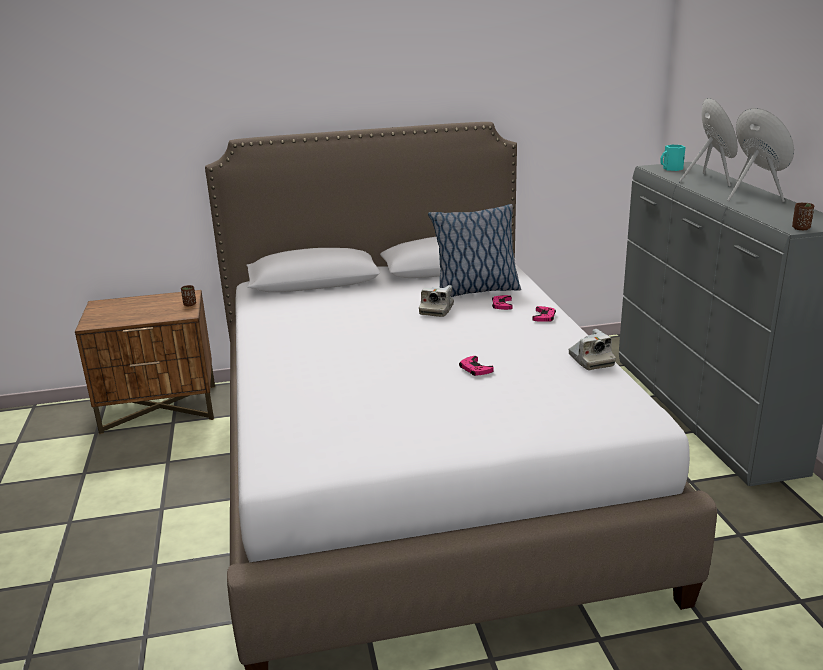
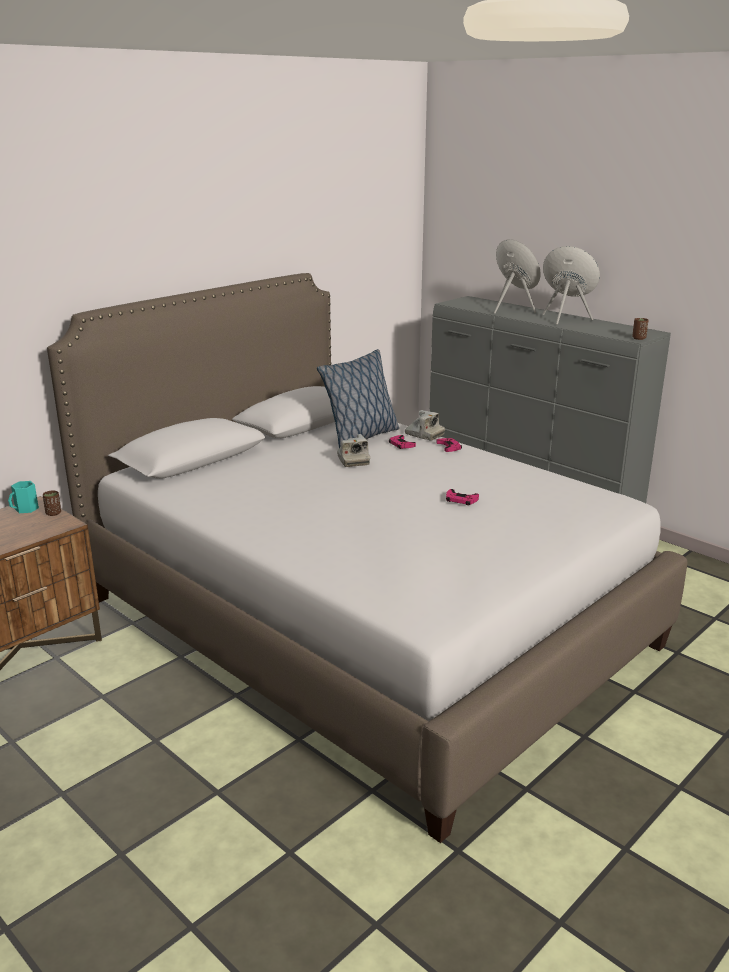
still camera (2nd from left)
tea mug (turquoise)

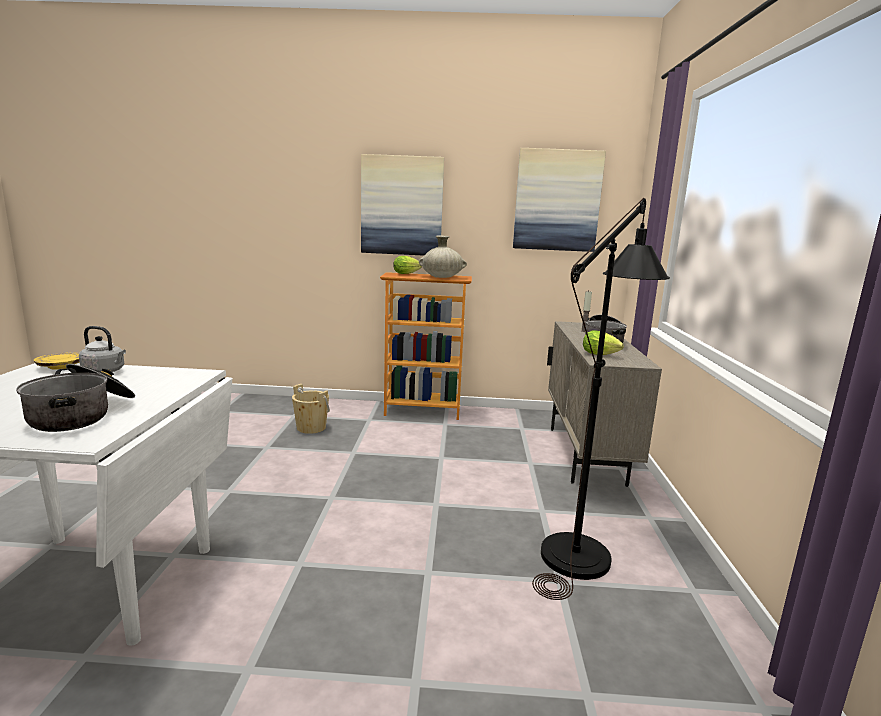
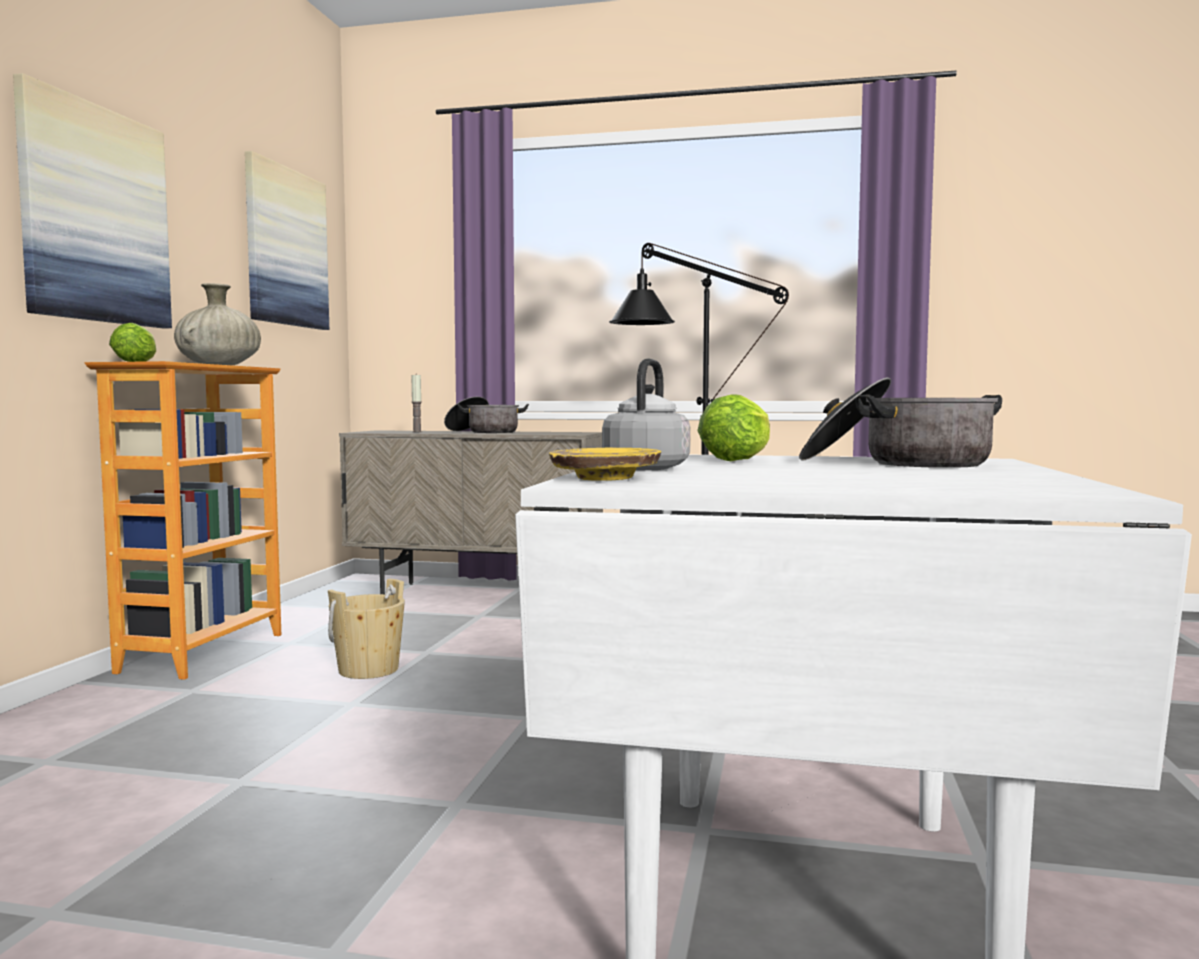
water bucket (beige)
head of lettuce (2nd from left)

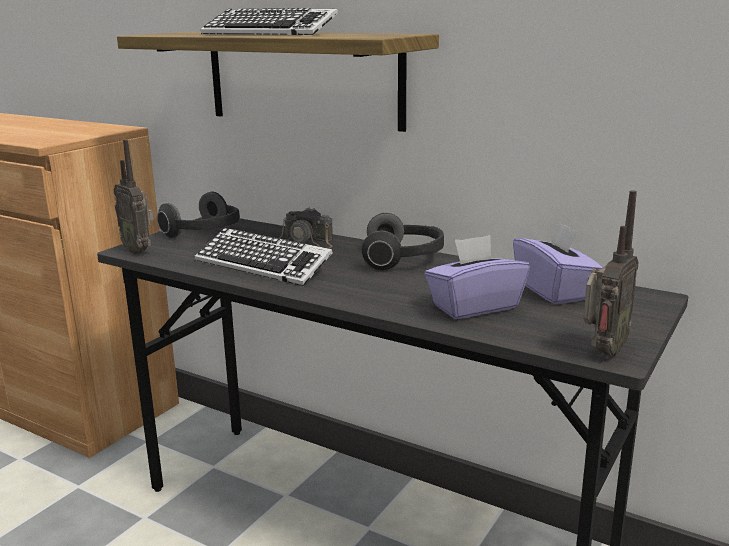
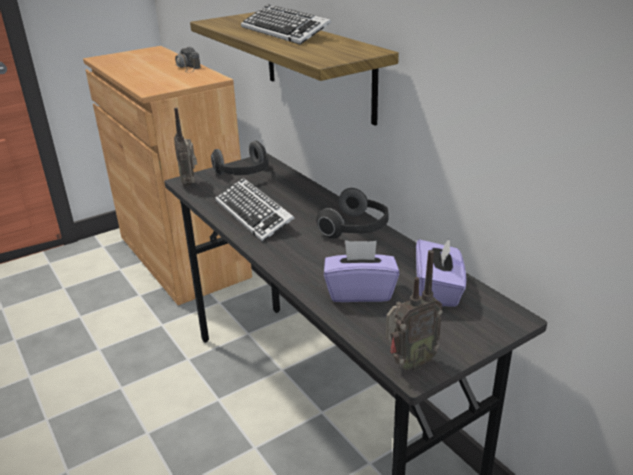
still camera

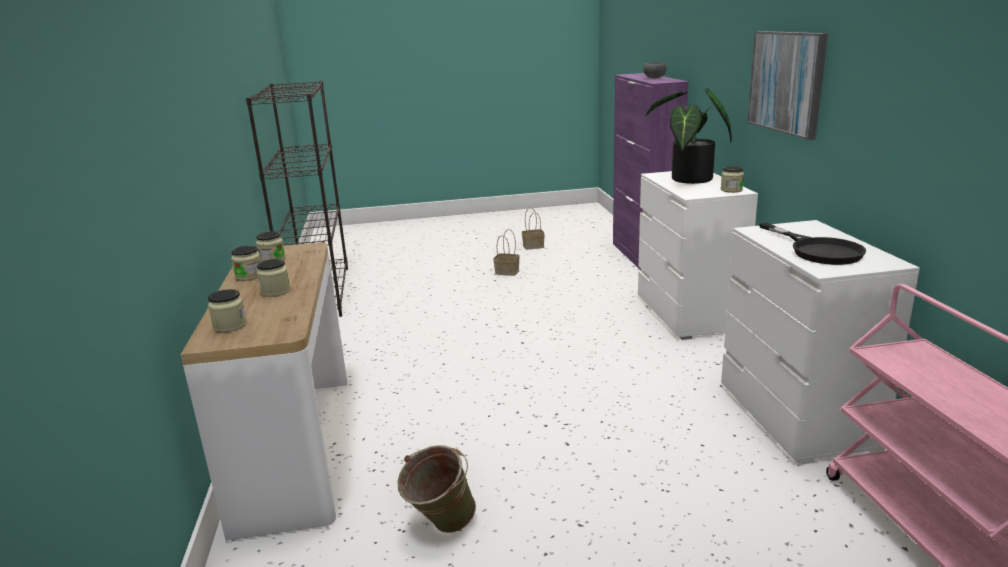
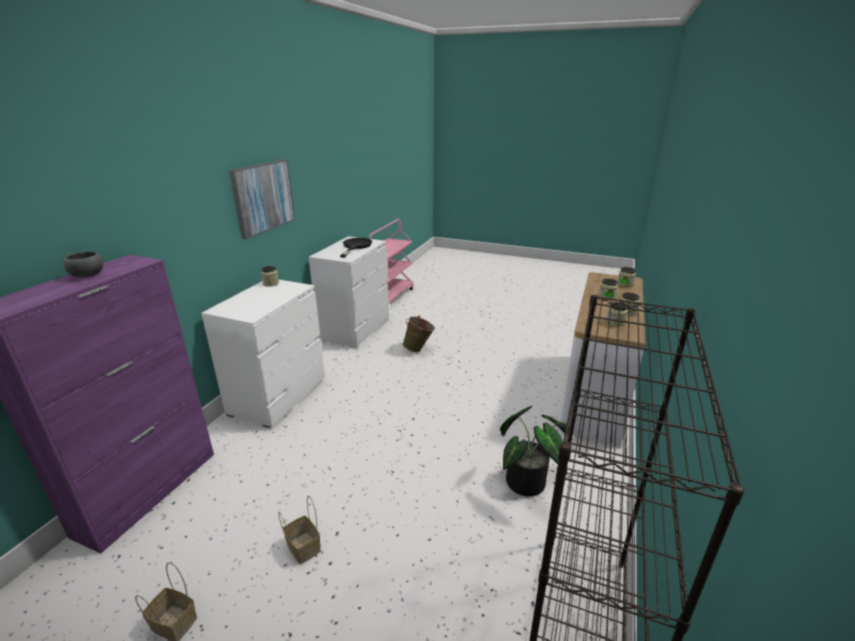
water bucket (greenish)
potted plant

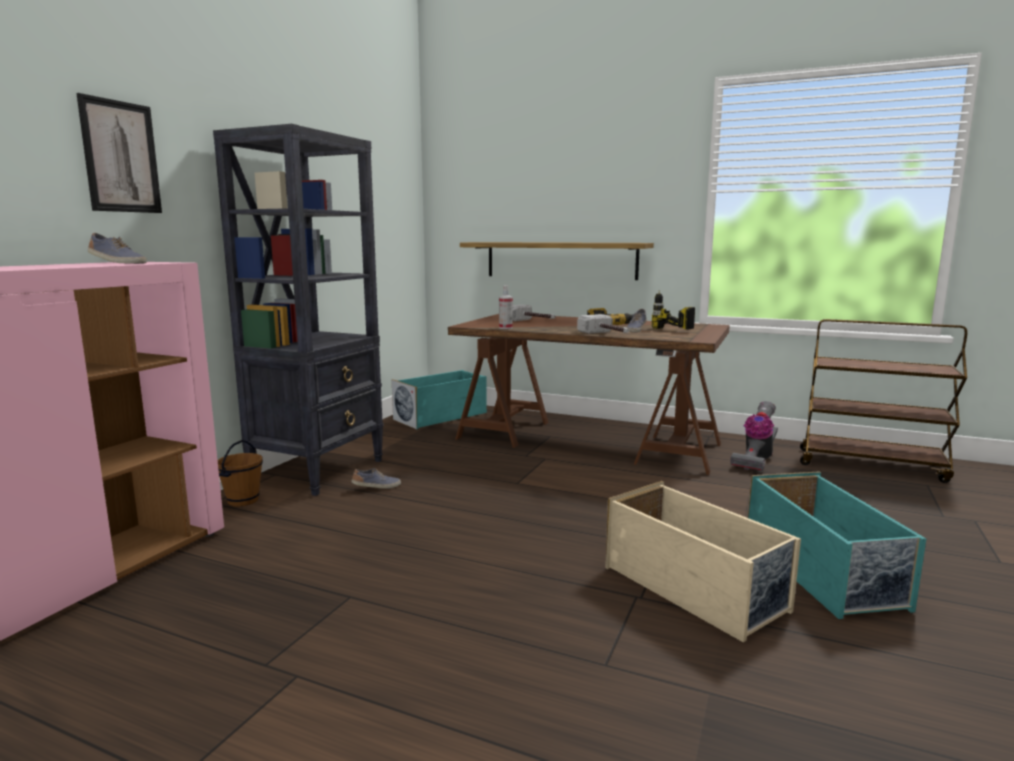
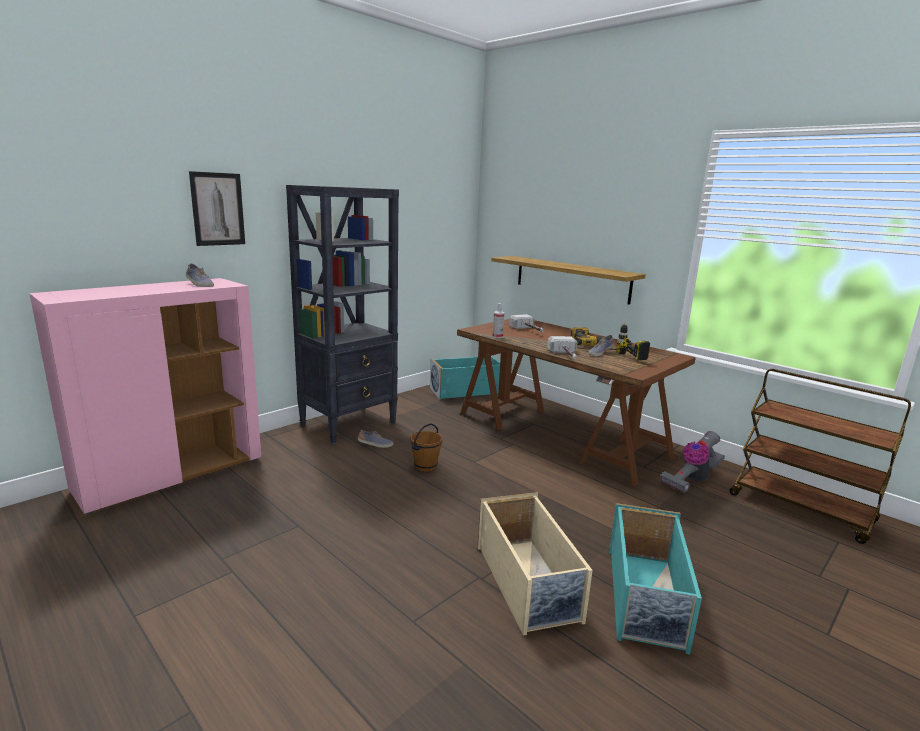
water bucket (brown-coloured)

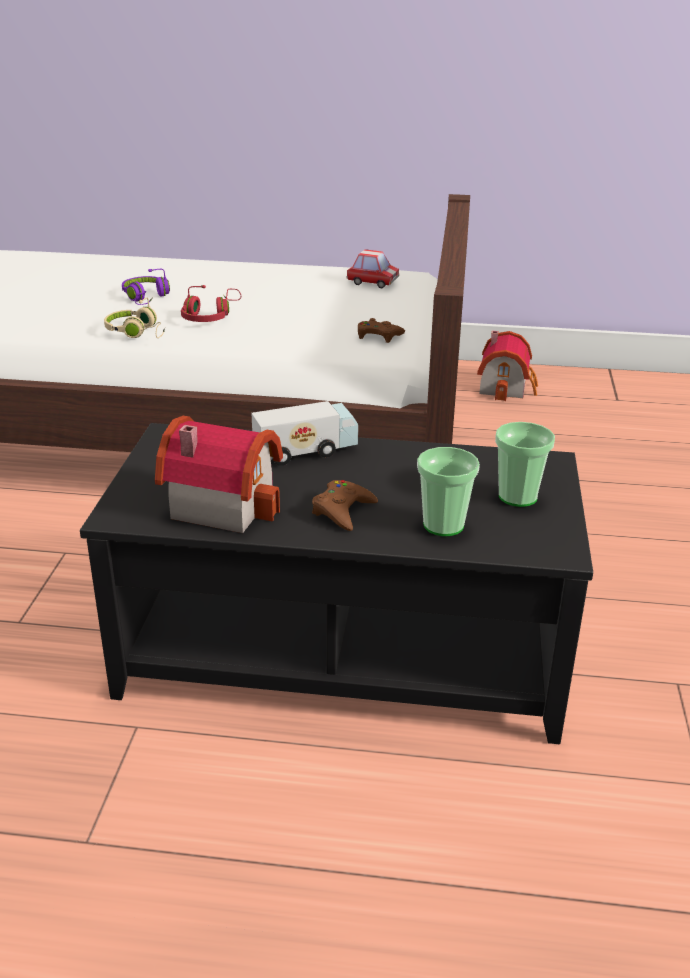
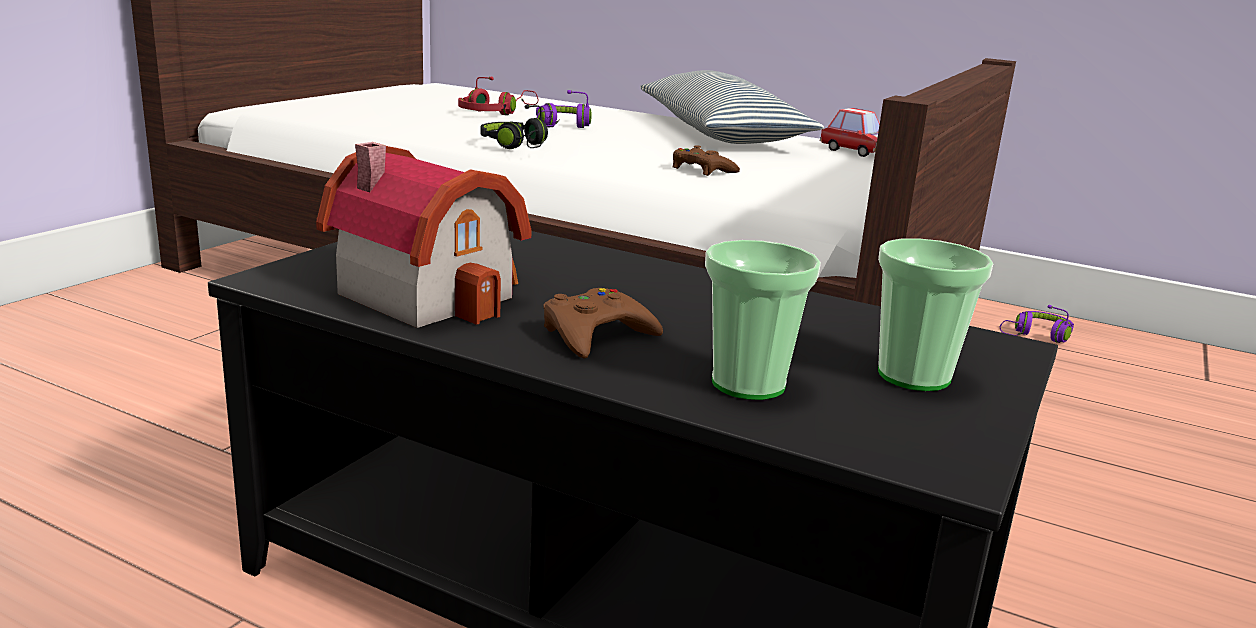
headset (blackish)
headset (red-coloured)
toy truck
joypad (brown-coloured) (2nd from left)
headset (purplish) (2nd from left)
pillow

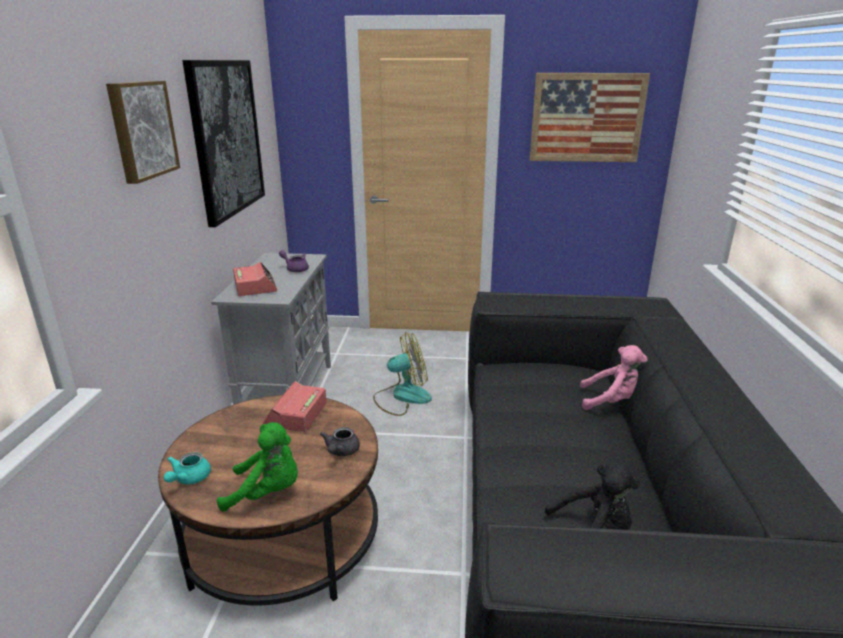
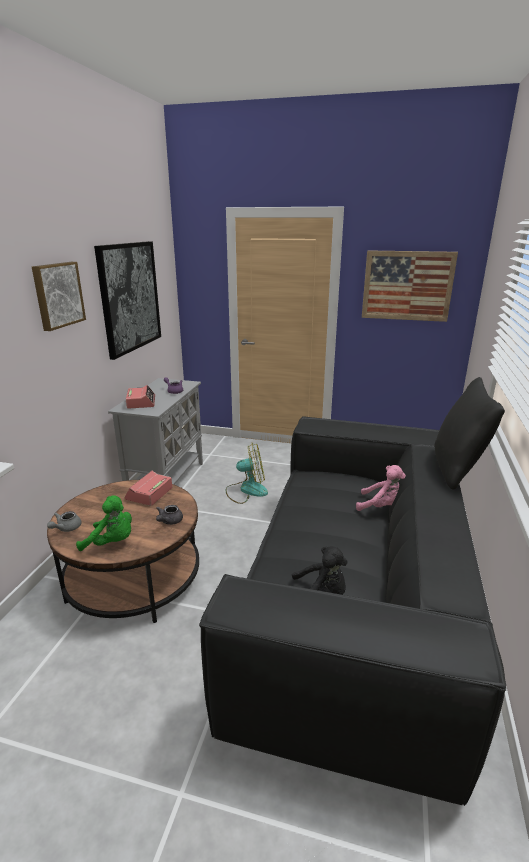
teapot (greyish) (1st from left)
pillow (blackish)

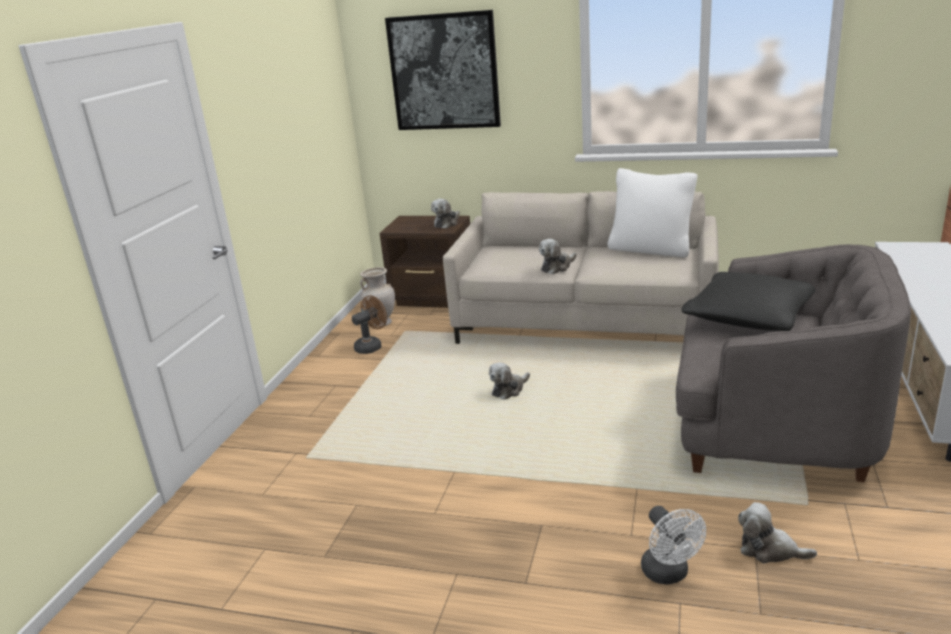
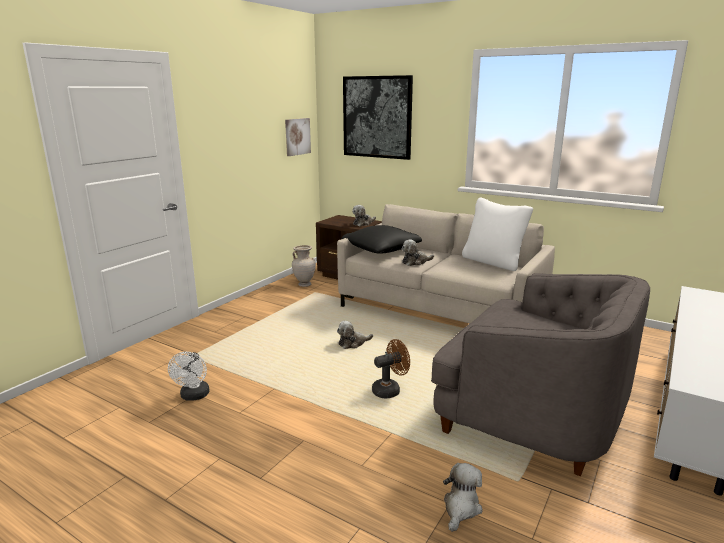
fan (brown-coloured)
fan (whitish)
pillow (blackish)
plush toy (4th from left)
wall art (1st from left)

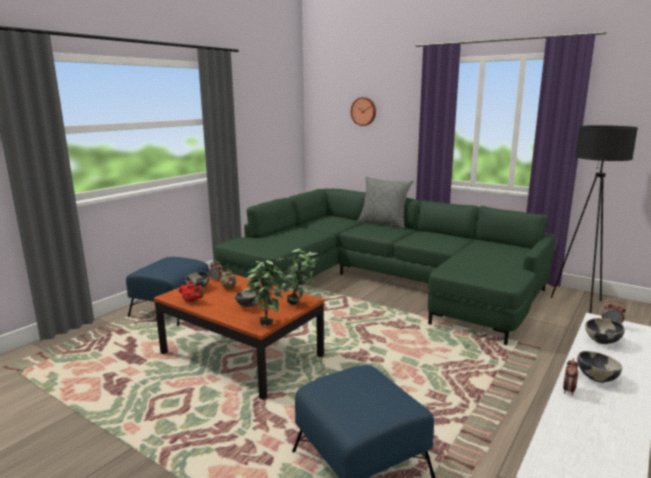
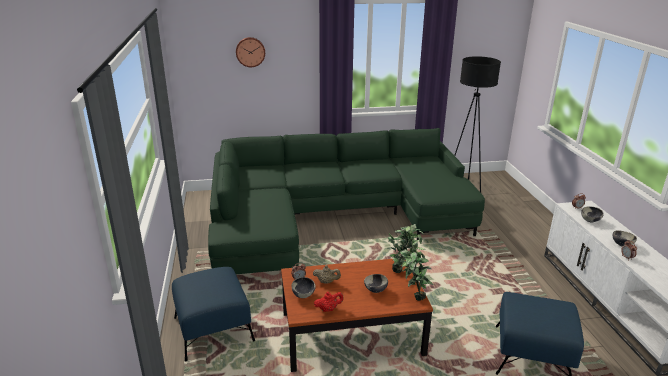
pillow (greyish)

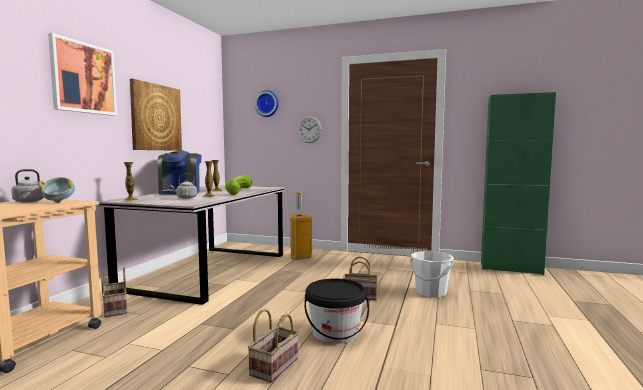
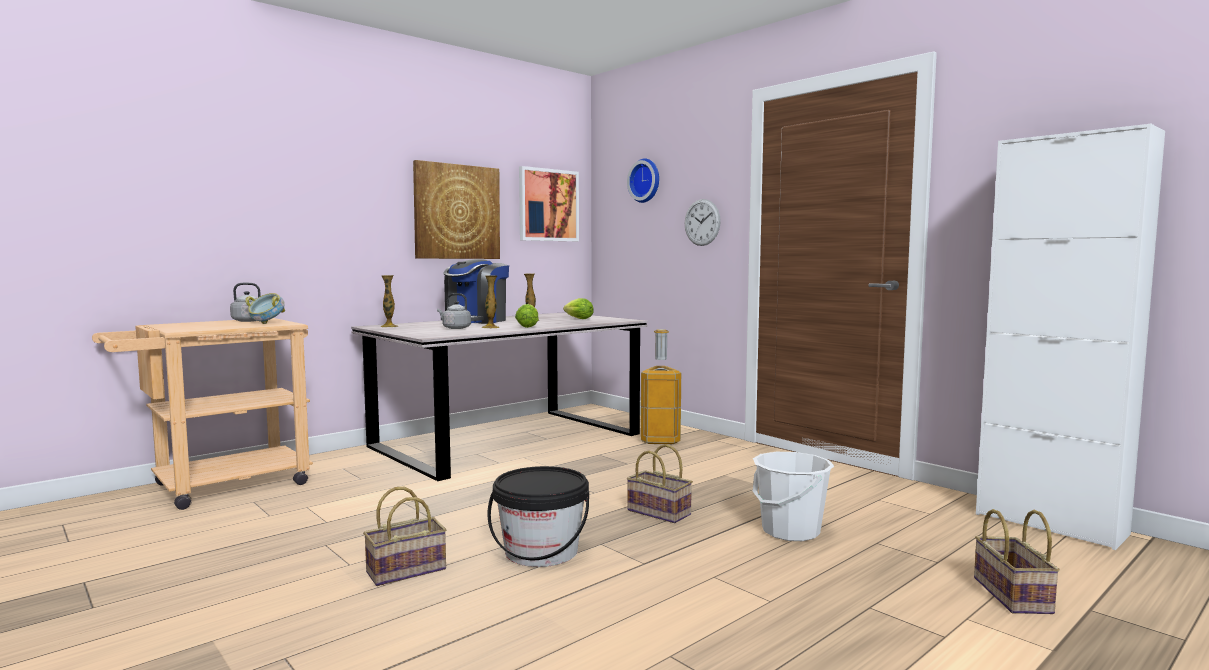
wall art (2nd from left)
household basket (3rd from left)
cupboard (whitish)

